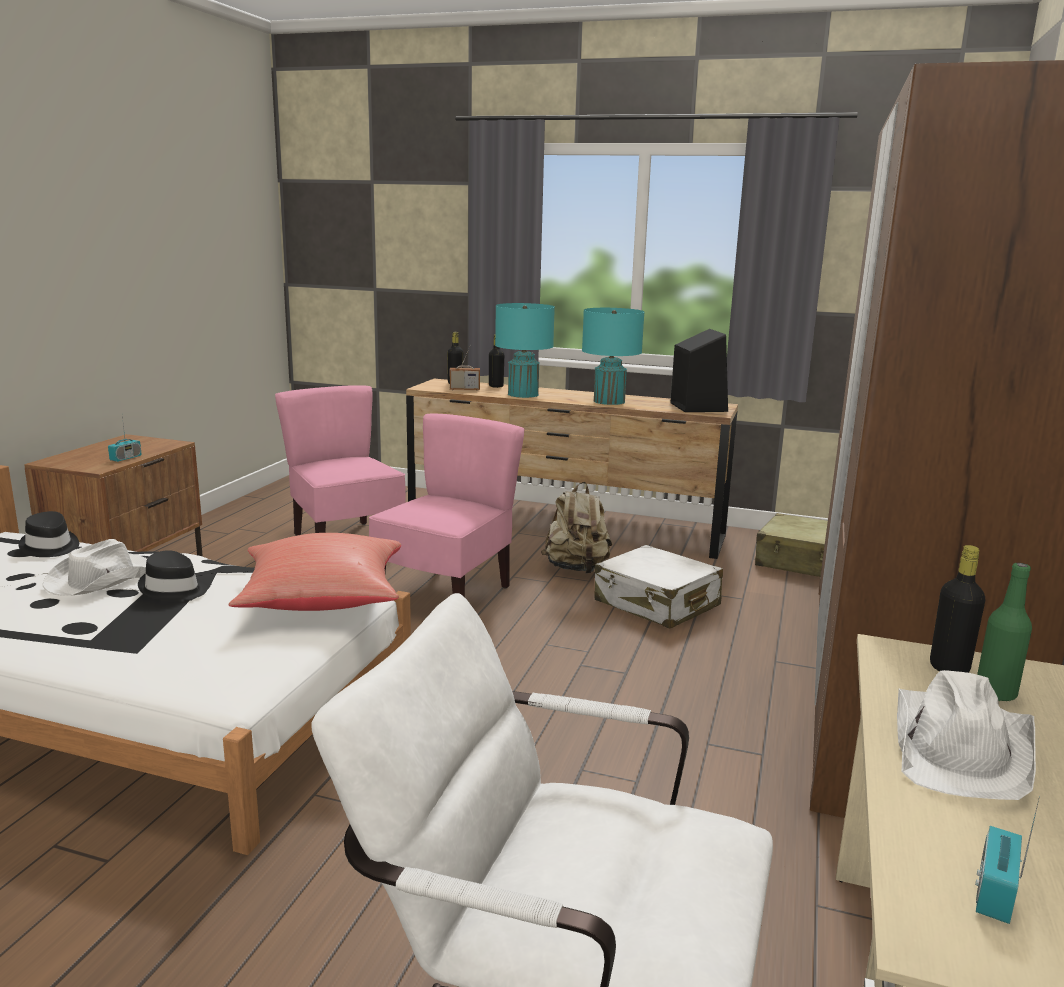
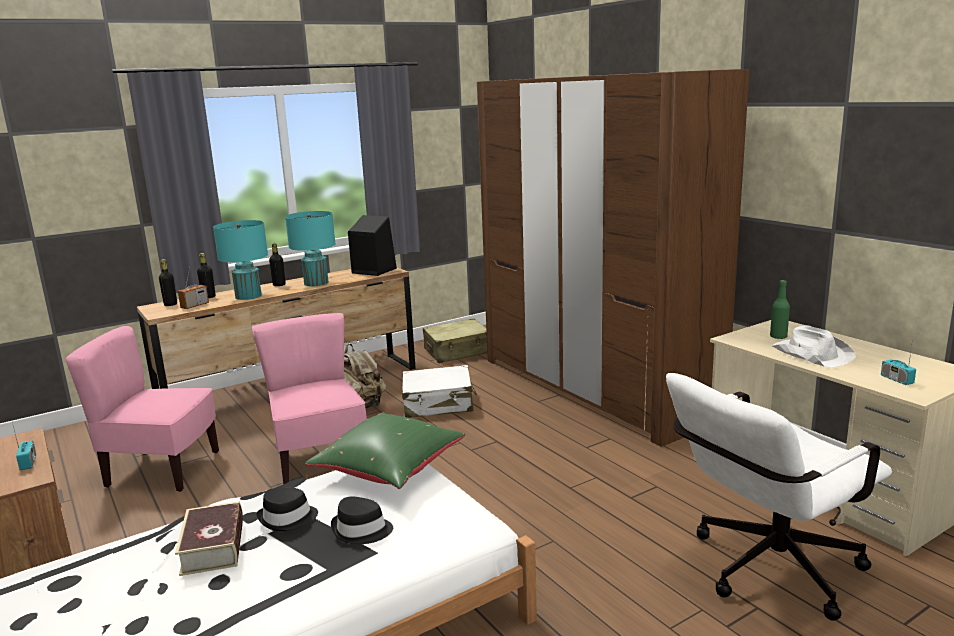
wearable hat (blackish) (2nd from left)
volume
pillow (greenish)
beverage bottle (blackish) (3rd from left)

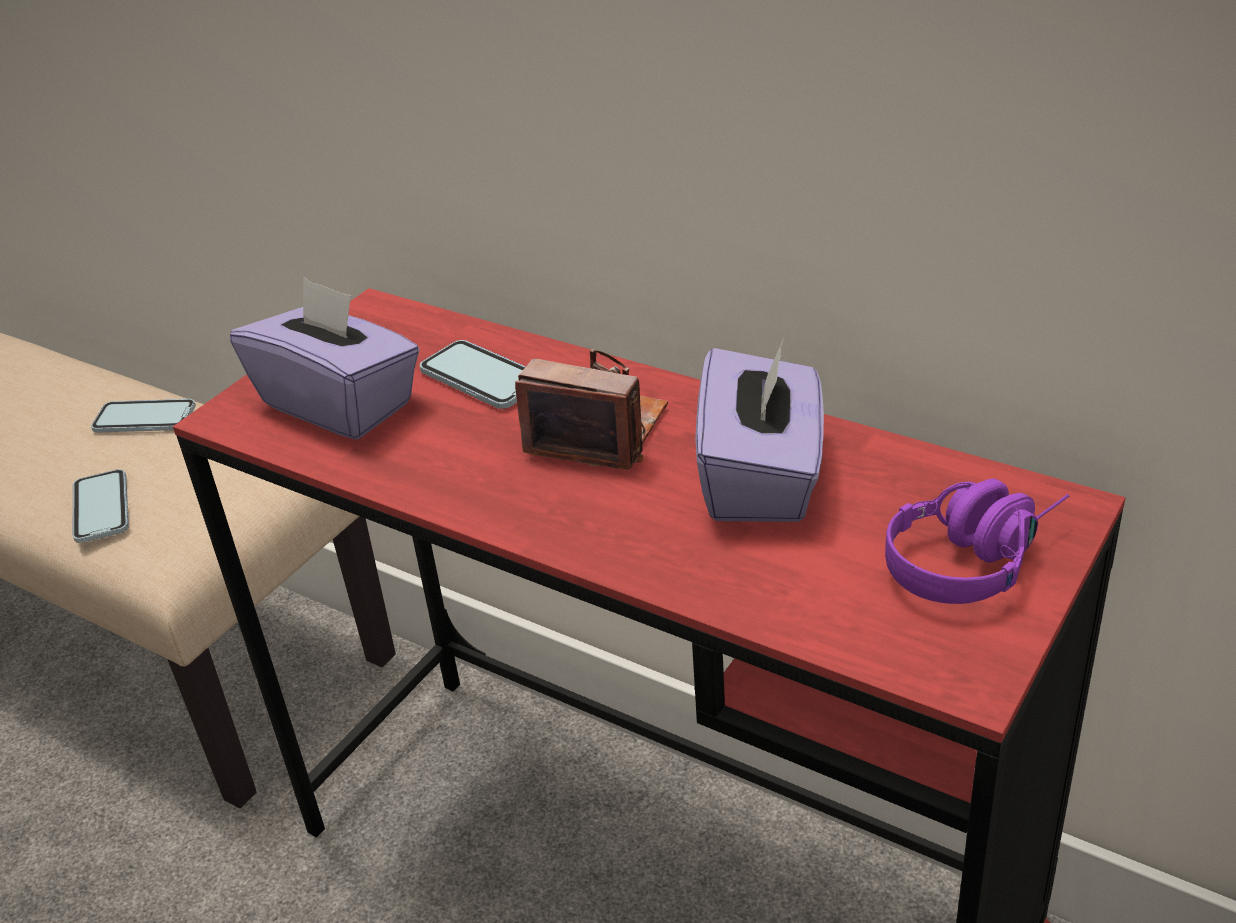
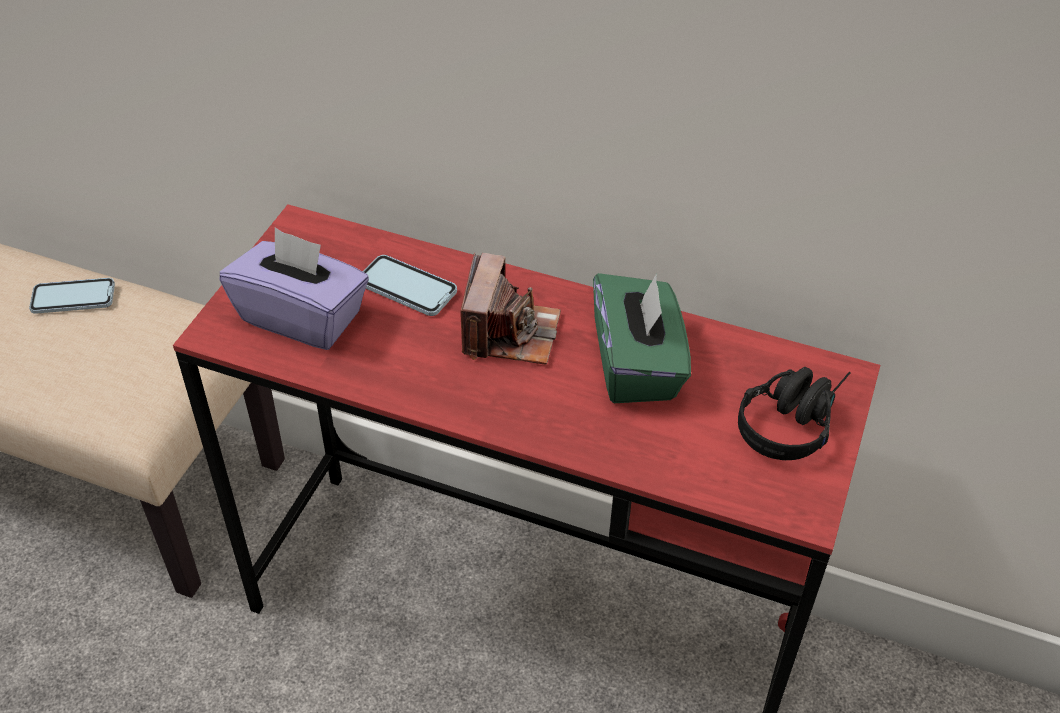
handset (1st from left in the first image)
still camera
box of tissues (greenish)
headset (blackish)

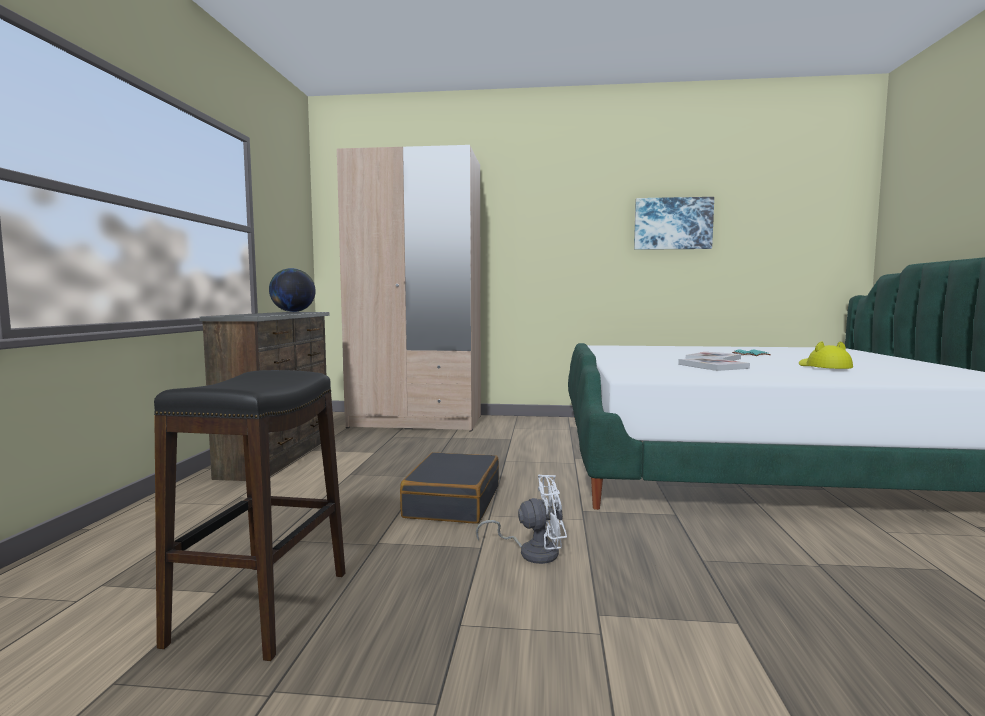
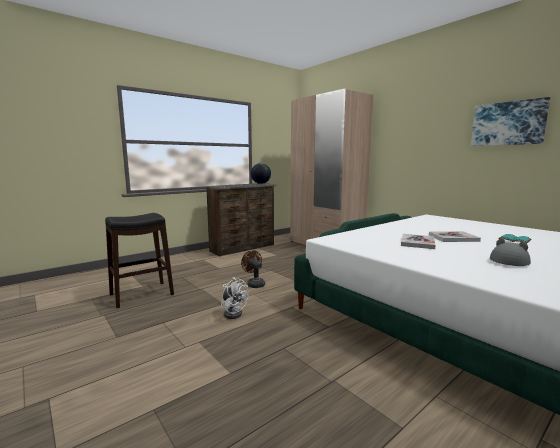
fan (brown-coloured)
wearable hat (greyish)

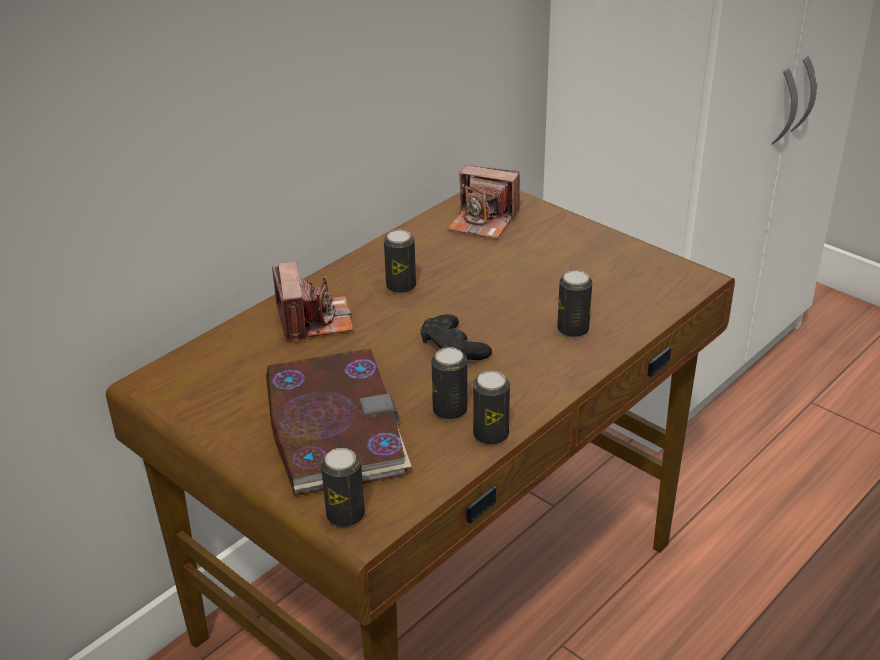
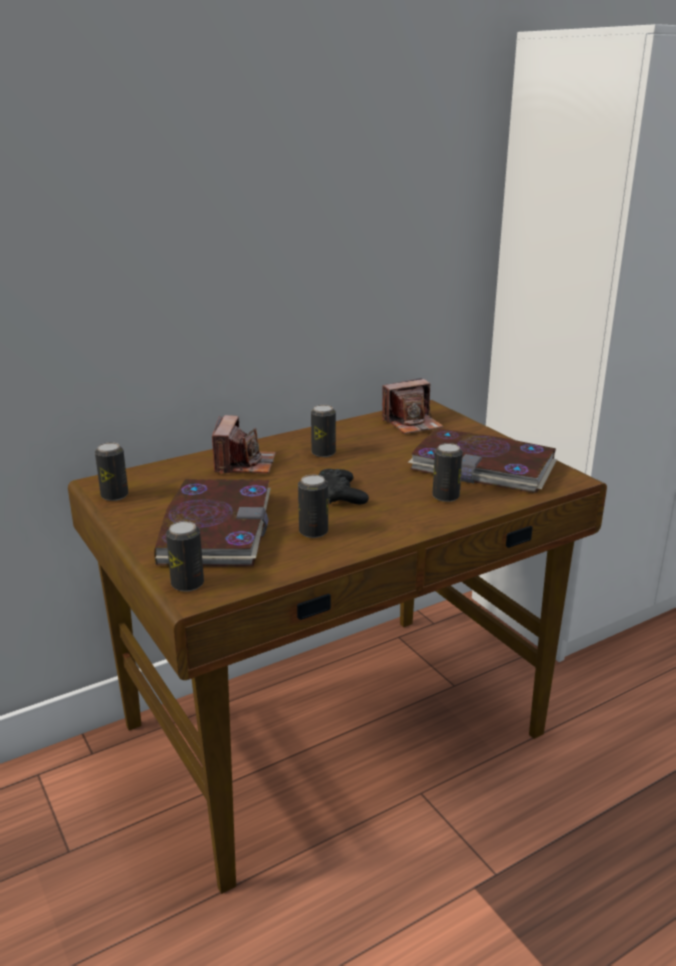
still camera (2nd from left)
can (1st from left)
volume (2nd from left)

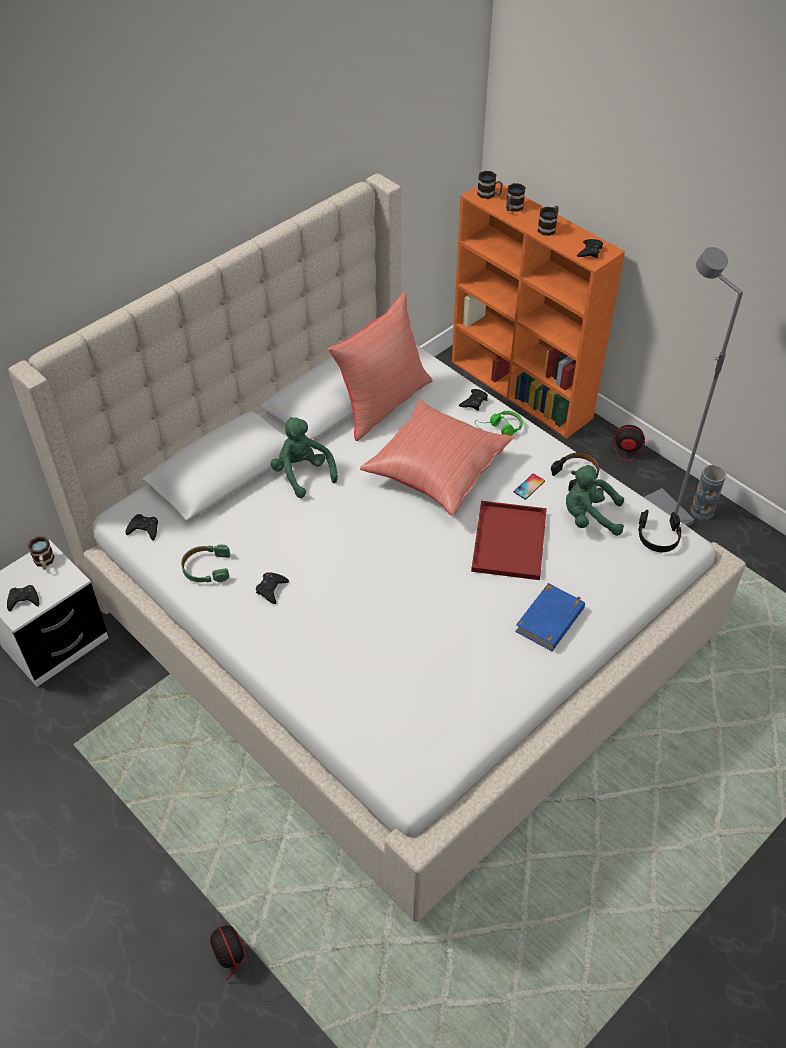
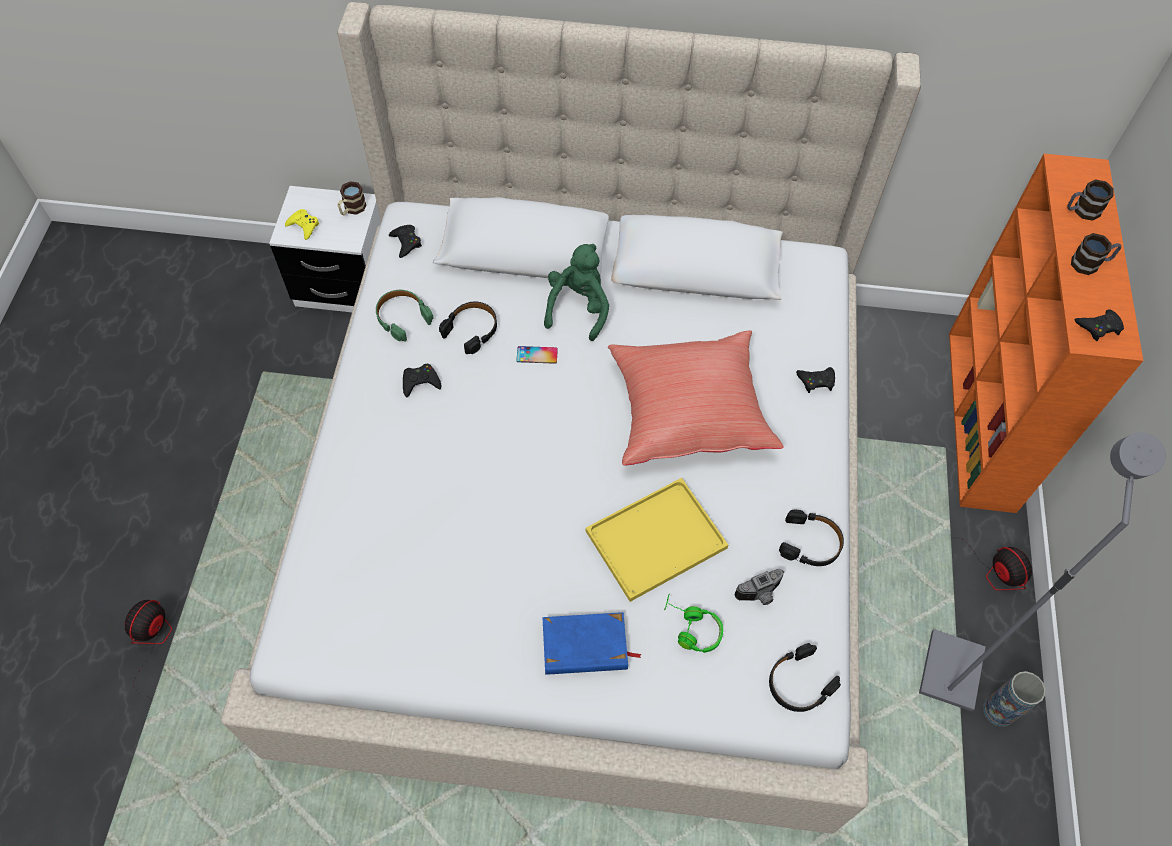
joypad (yellowish)
pillow (red-coloured) (1st from left in the first image)
serving tray (yellowish)
headset (greenish) (2nd from left)
tea mug (2nd from left in the first image)
handset
still camera
headset (blackish) (1st from left)

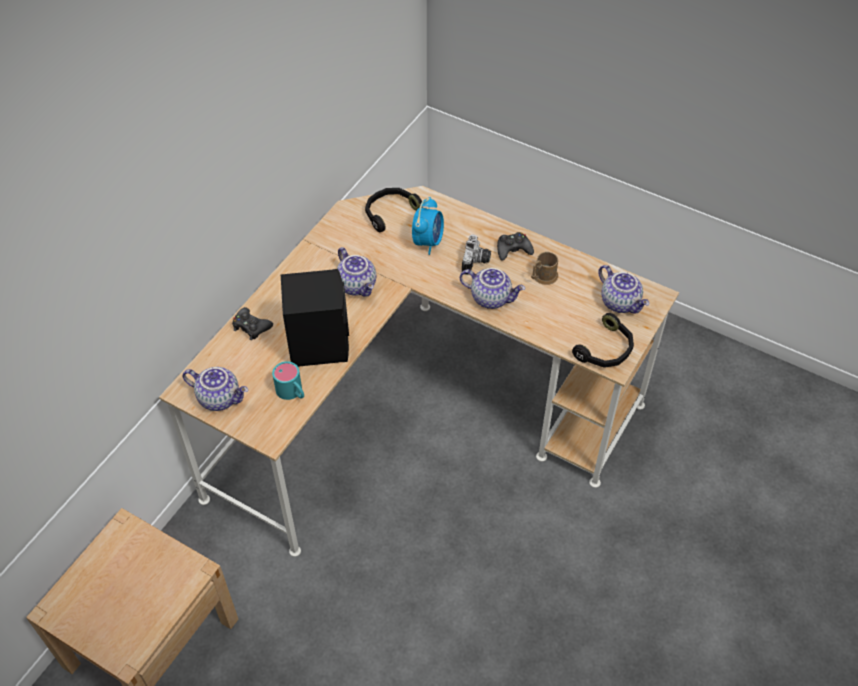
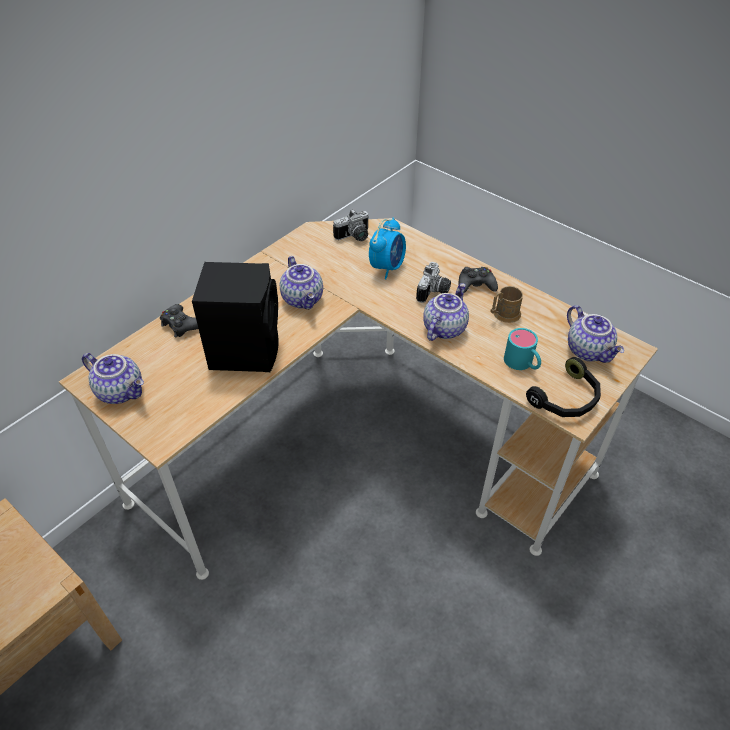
tea mug (turquoise)
still camera (1st from left)
teapot (3rd from left)

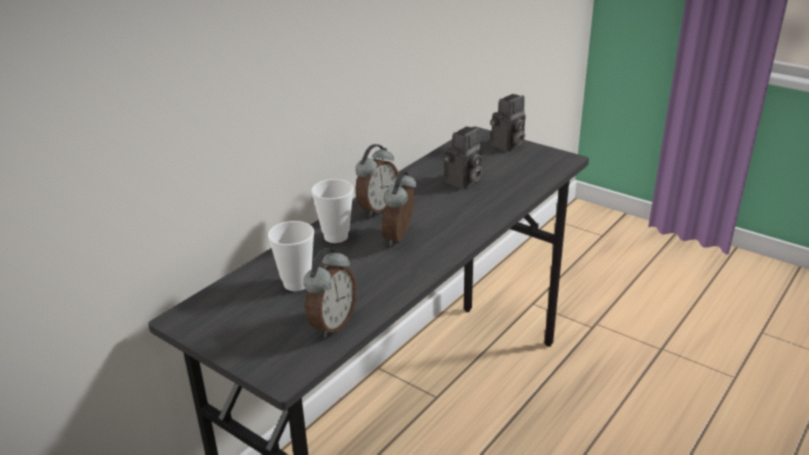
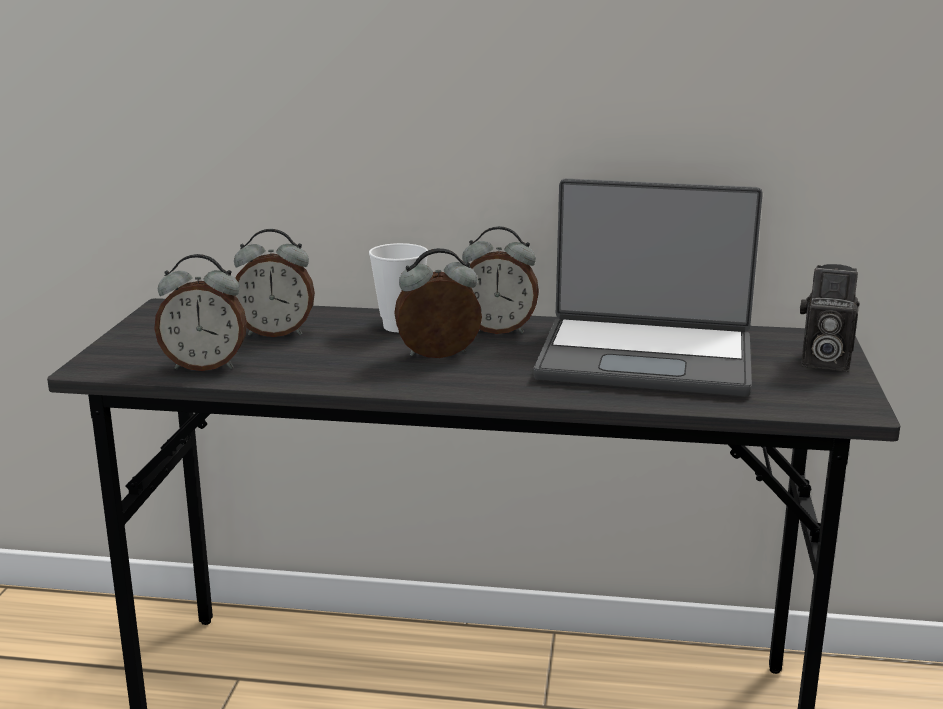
alarm clock (2nd from left)
laptop

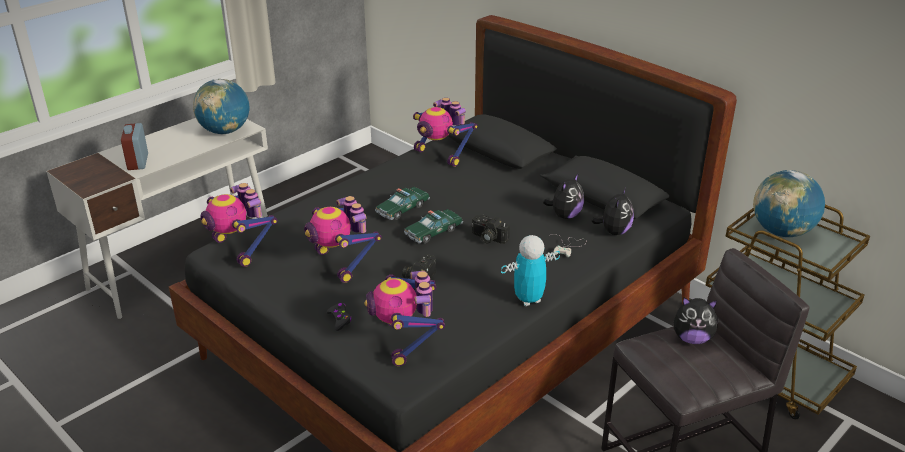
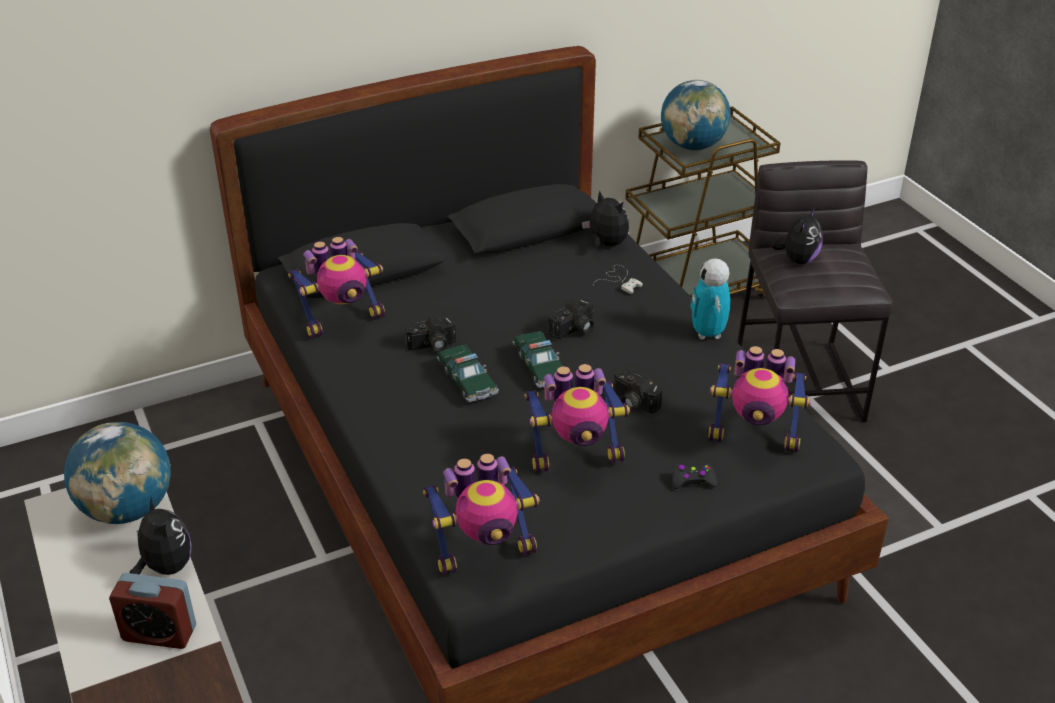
plush toy (1st from left)
still camera (1st from left)

